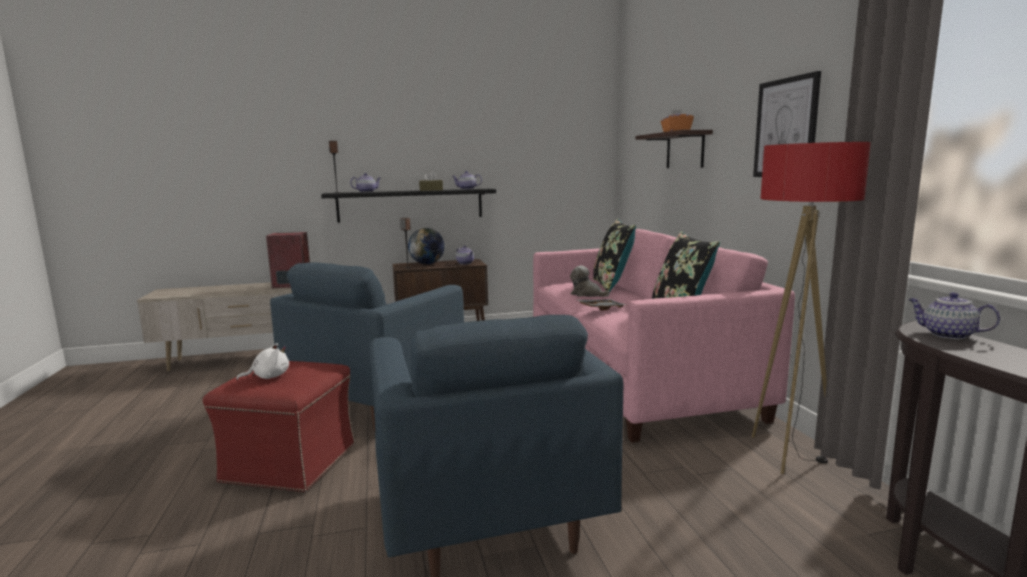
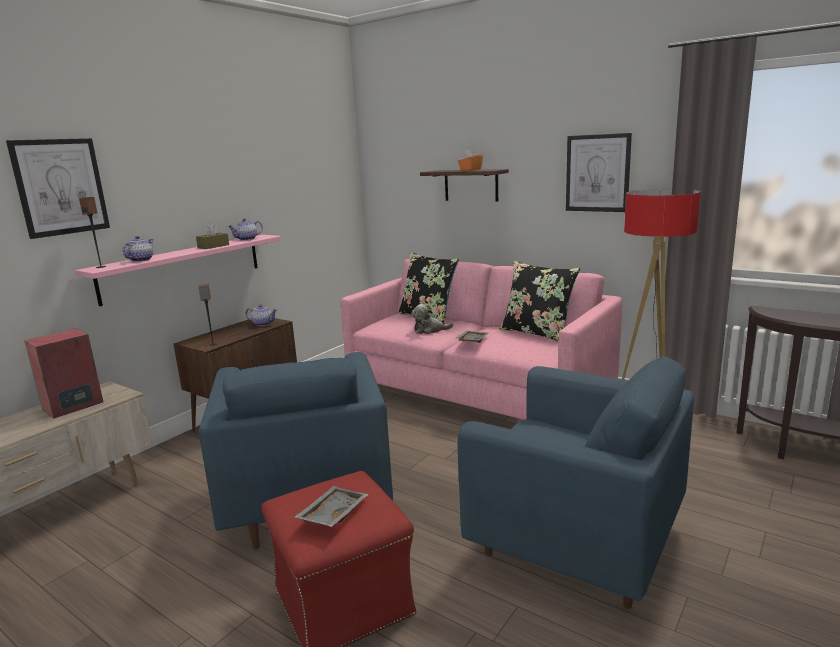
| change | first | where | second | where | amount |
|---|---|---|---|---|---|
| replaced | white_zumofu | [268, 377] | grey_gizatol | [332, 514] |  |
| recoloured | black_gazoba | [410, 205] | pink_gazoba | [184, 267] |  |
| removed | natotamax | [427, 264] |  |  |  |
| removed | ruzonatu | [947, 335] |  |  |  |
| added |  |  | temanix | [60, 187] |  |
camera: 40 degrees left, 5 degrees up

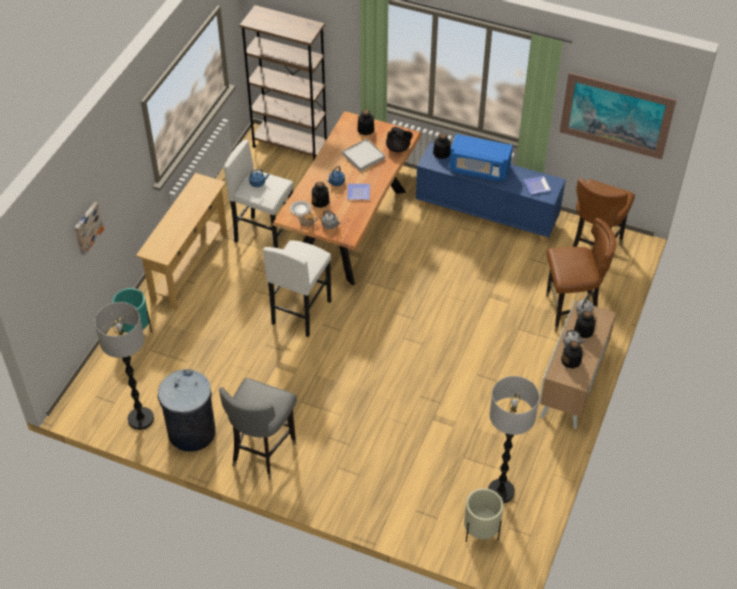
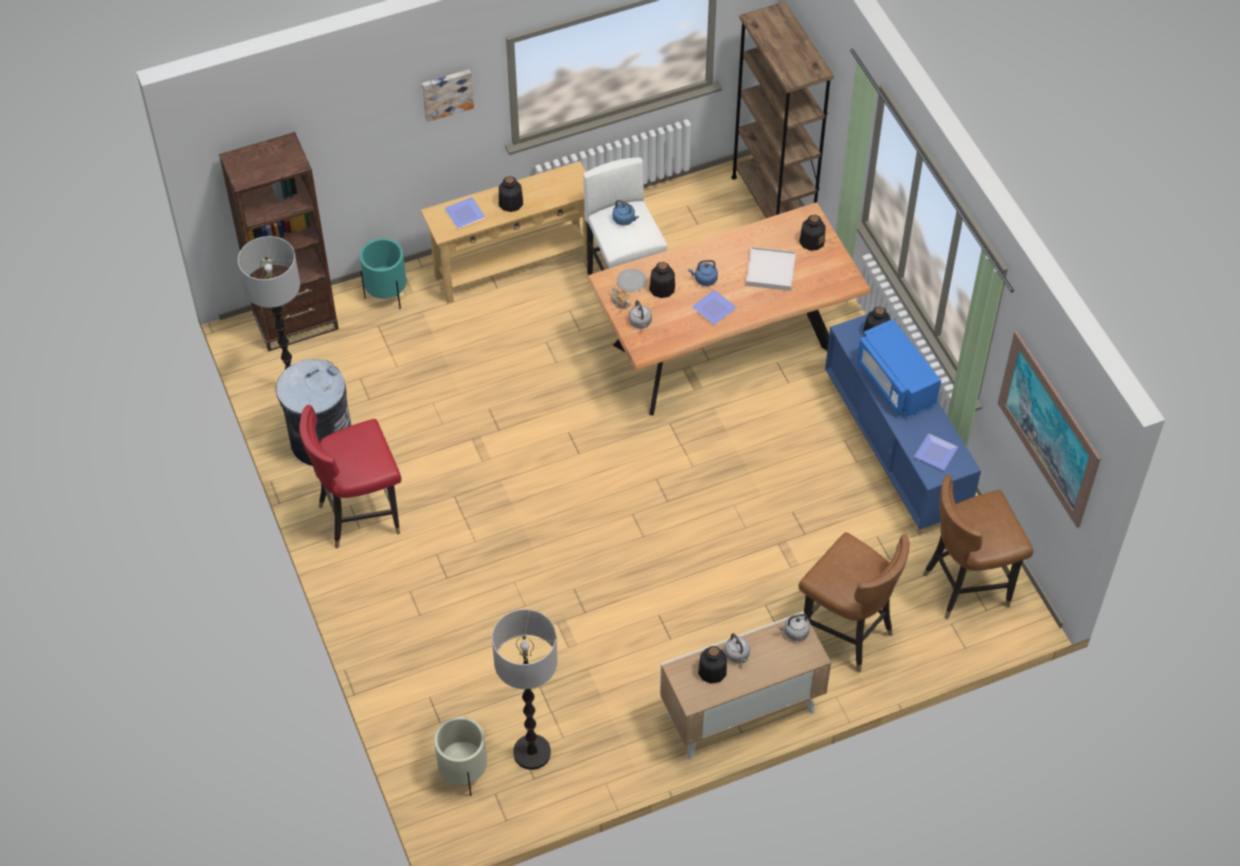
| change | first | where | second | where | amount |
|---|---|---|---|---|---|
| moved | temanix | [87, 227] |  | [447, 93] |  |
| recoloured | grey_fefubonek | [262, 452] | red_fefubonek | [360, 515] |  |
| removed | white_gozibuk | [300, 312] |  |  |  |
| removed | black_ruzonatu | [398, 148] |  |  |  |
| moved | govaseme | [583, 331] |  | [510, 203] |  |
| added |  |  | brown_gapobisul | [296, 322] |  |
| added |  |  | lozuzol | [466, 214] |  |
camera: 45 degrees right, 5 degrees up

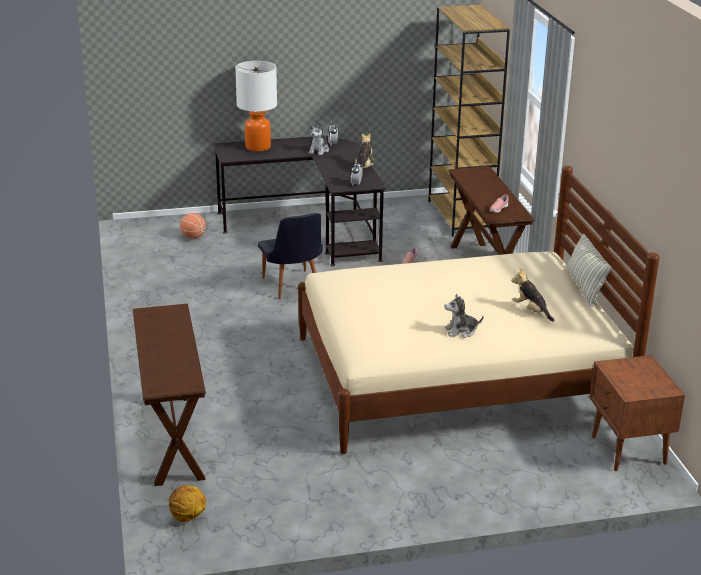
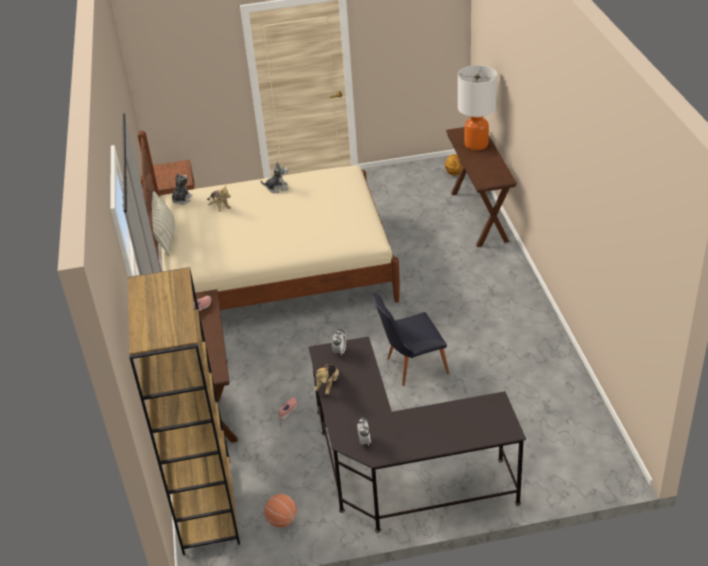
| change | first | where | second | where | amount |
|---|---|---|---|---|---|
| moved | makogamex | [193, 237] |  | [282, 520] |  |
| moved | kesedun | [257, 147] |  | [476, 144] |  |
| turned | black_fefubonek | [292, 288] |  | [410, 366] | 90 degrees counterclockwise |
| moved | zumofu | [319, 150] |  | [181, 200] |  |
camera: 175 degrees left, 10 degrees up

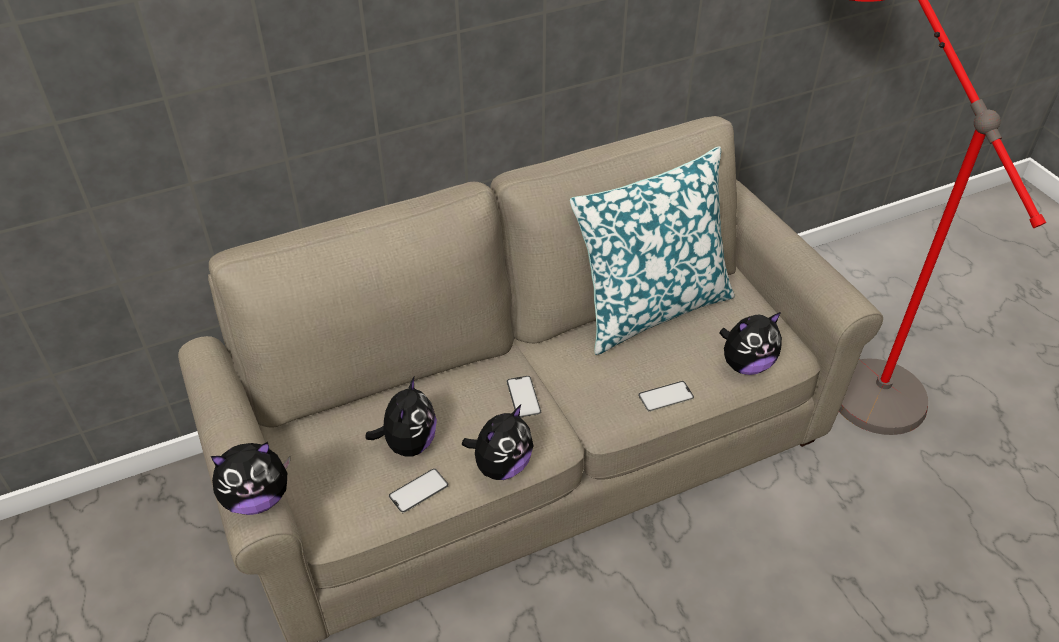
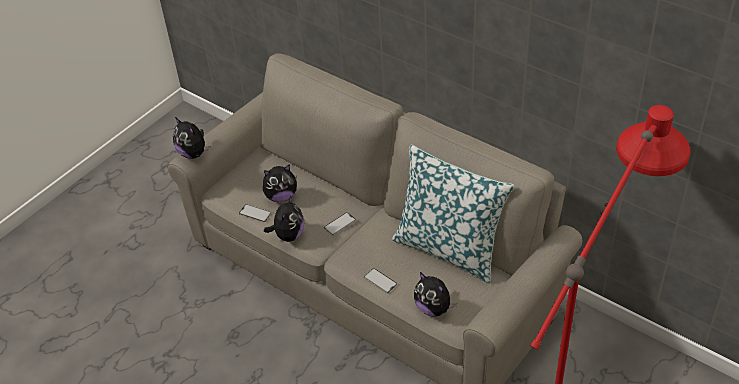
| change | first | where | second | where | amount |
|---|---|---|---|---|---|
| turned | zumofu | [501, 466] |  | [288, 235] | 90 degrees counterclockwise |
camera: 65 degrees right, 0 degrees up

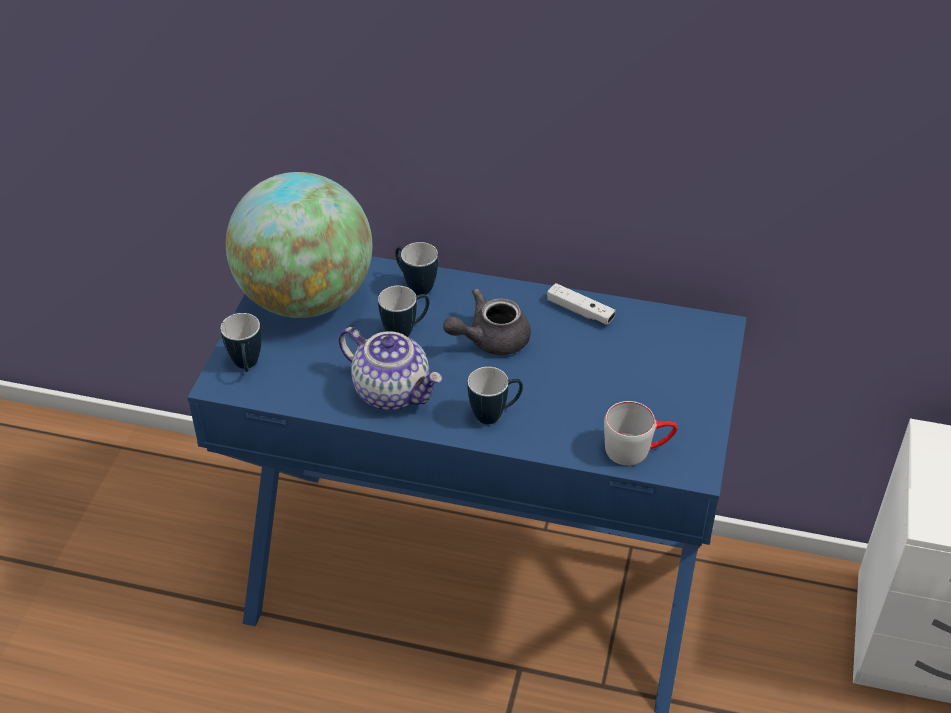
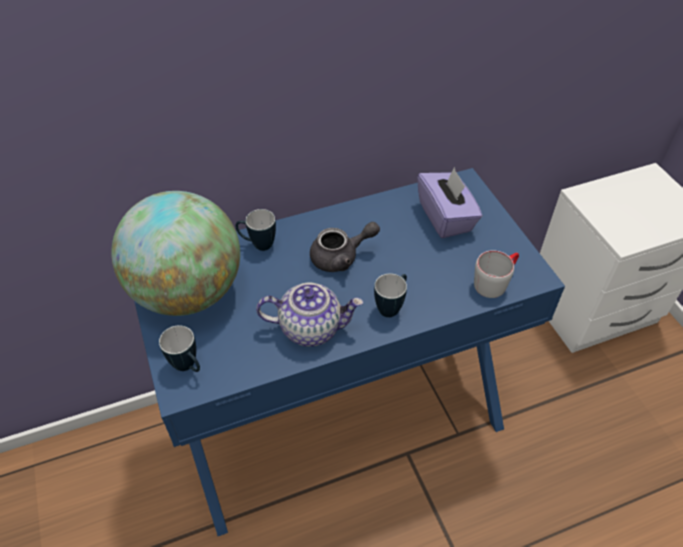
| change | first | where | second | where | amount |
|---|---|---|---|---|---|
| removed | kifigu | [406, 331] |  |  |  |
| turned | grey_ruzonatu | [490, 340] |  | [341, 257] | 135 degrees counterclockwise |
| removed | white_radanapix | [580, 311] |  |  |  |
| added |  |  | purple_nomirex | [446, 217] |  |
camera: 35 degrees left, 5 degrees up

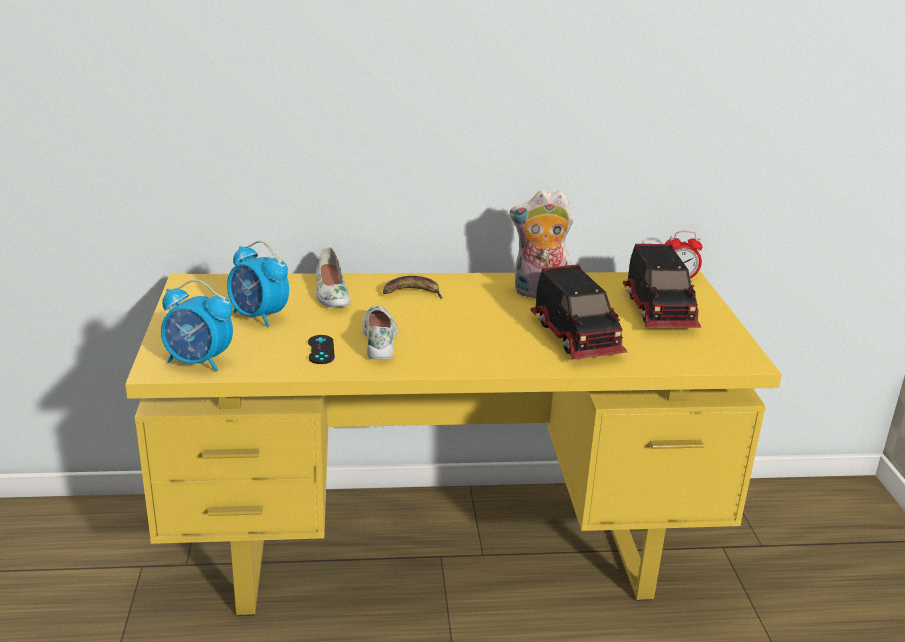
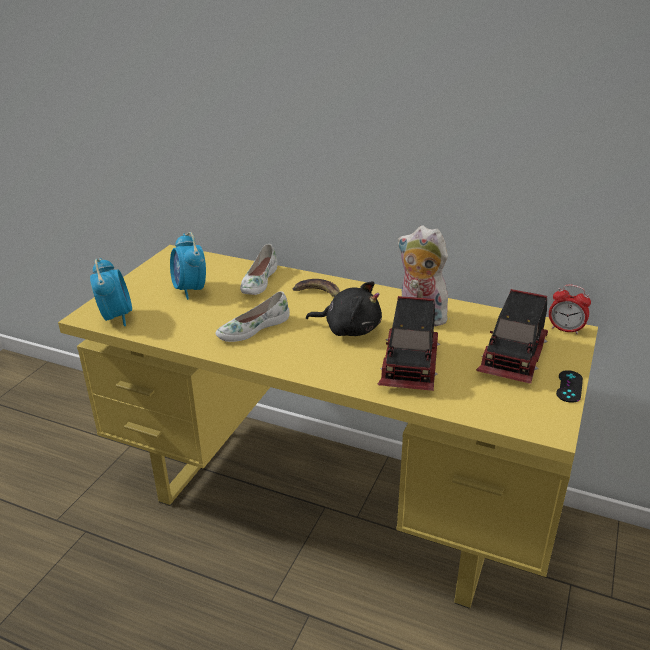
| change | first | where | second | where | amount |
|---|---|---|---|---|---|
| turned | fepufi | [199, 362] |  | [116, 317] | 150 degrees counterclockwise |
| moved | black_radanapix | [321, 350] |  | [569, 386] |  |
| turned | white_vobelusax | [380, 339] |  | [253, 328] | 150 degrees counterclockwise |
| added |  |  | black_zumofu | [349, 329] |  |
camera: 30 degrees right, 5 degrees up

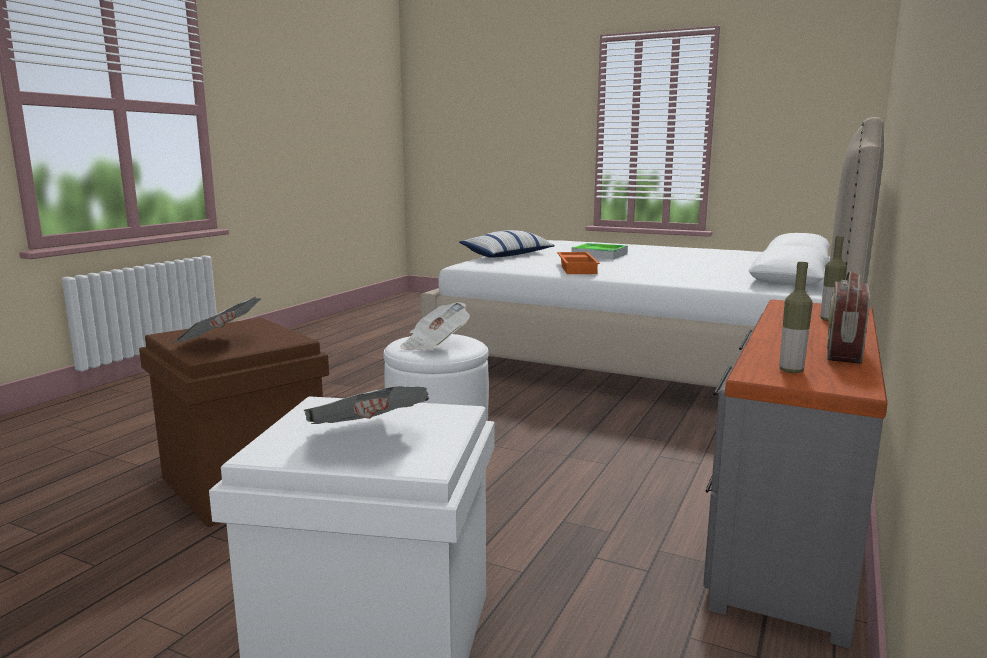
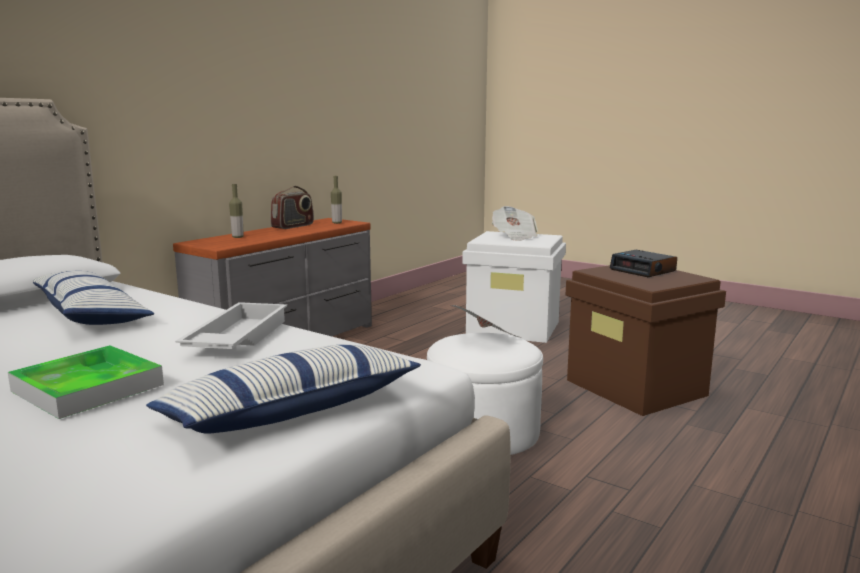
| change | first | where | second | where | amount |
|---|---|---|---|---|---|
| replaced | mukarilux | [219, 343] | fepufi | [643, 270] |  |
| recoloured | orange_gizatol | [578, 268] | white_gizatol | [236, 338] |  |
| added |  |  | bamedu | [90, 315] |  |
camera: 170 degrees left, 0 degrees up

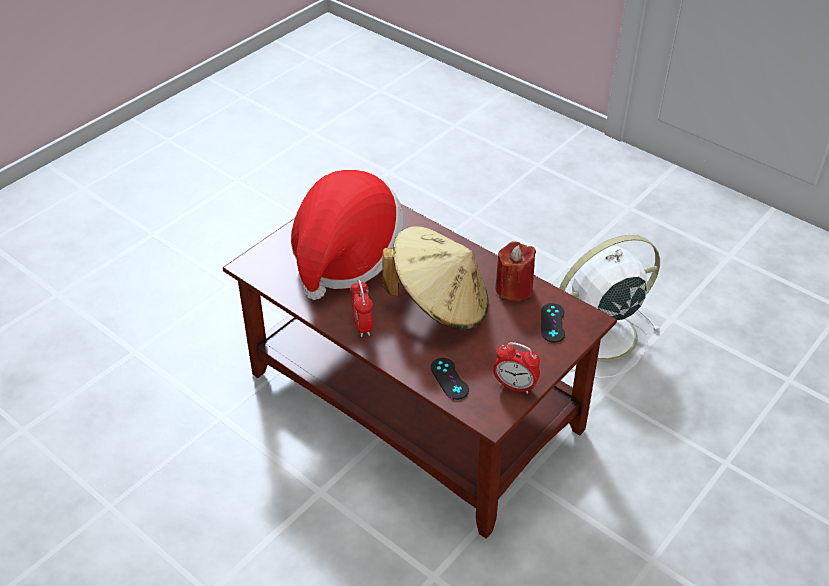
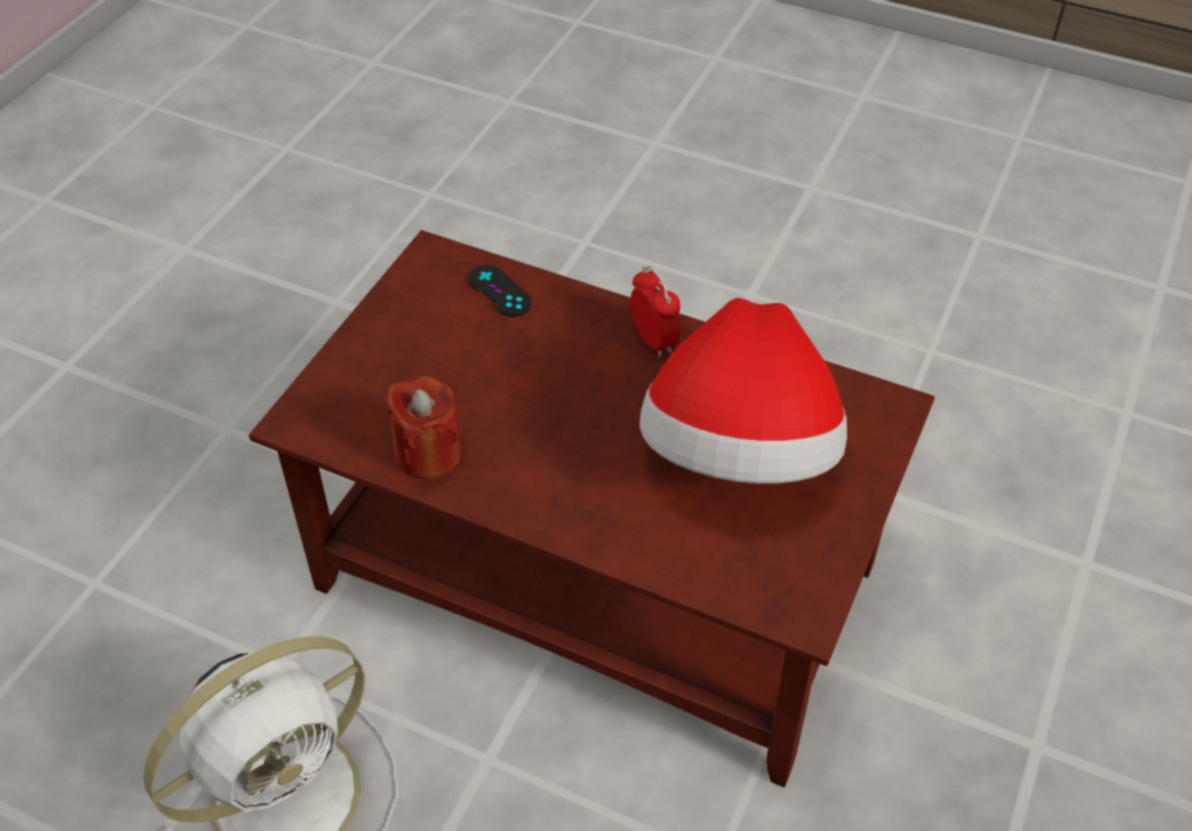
| change | first | where | second | where | amount |
|---|---|---|---|---|---|
| removed | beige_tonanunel | [439, 304] |  |  |  |
| removed | fepufi | [515, 386] |  |  |  |
| removed | black_radanapix | [552, 323] |  |  |  |
camera: 165 degrees right, 5 degrees up

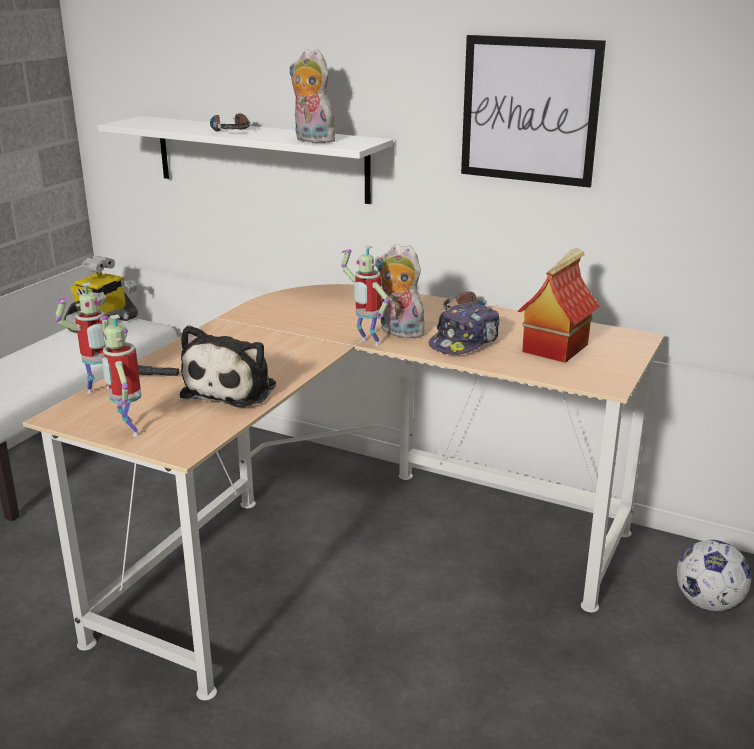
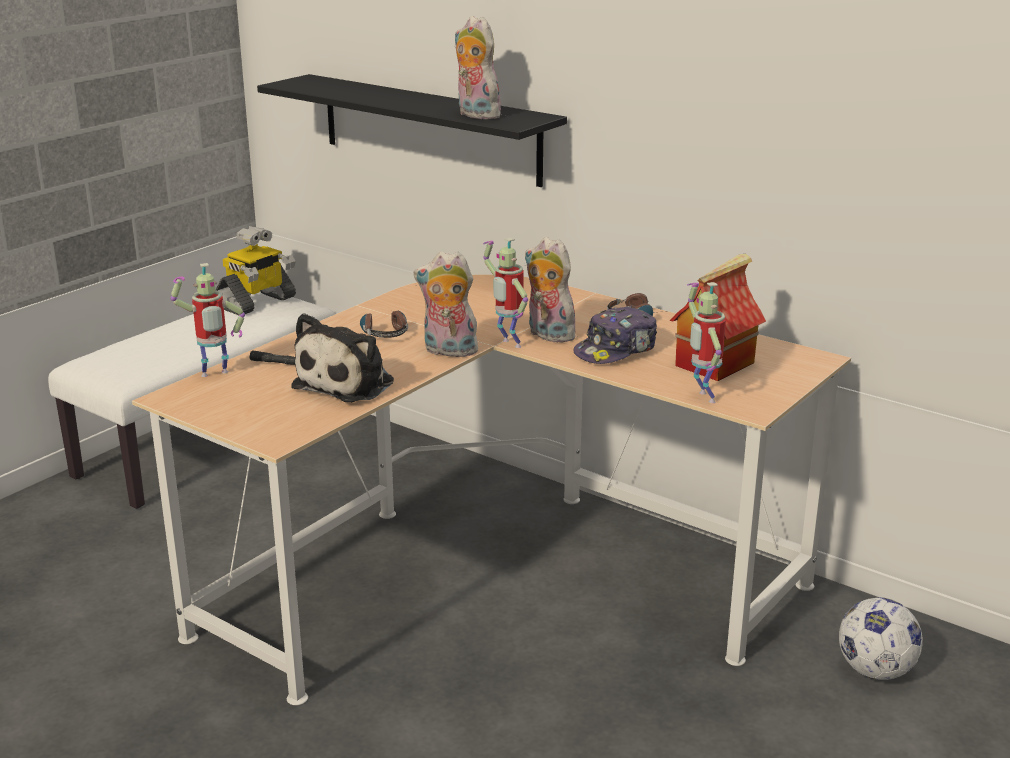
| change | first | where | second | where | amount |
|---|---|---|---|---|---|
| moved | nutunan | [128, 431] |  | [702, 397] |  |
| recoloured | white_gazoba | [260, 158] | black_gazoba | [429, 129] |  |
| moved | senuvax | [229, 130] |  | [384, 331] |  |
| removed | temanix | [529, 110] |  |  |  |
| added |  |  | zumofu | [448, 351] |  |
camera: 10 degrees right, 0 degrees up

